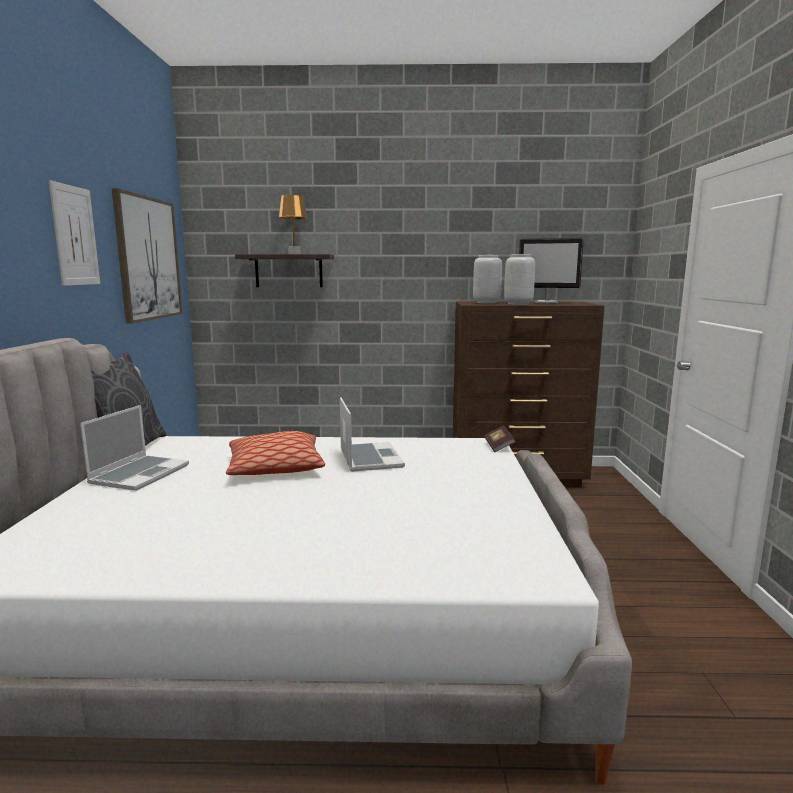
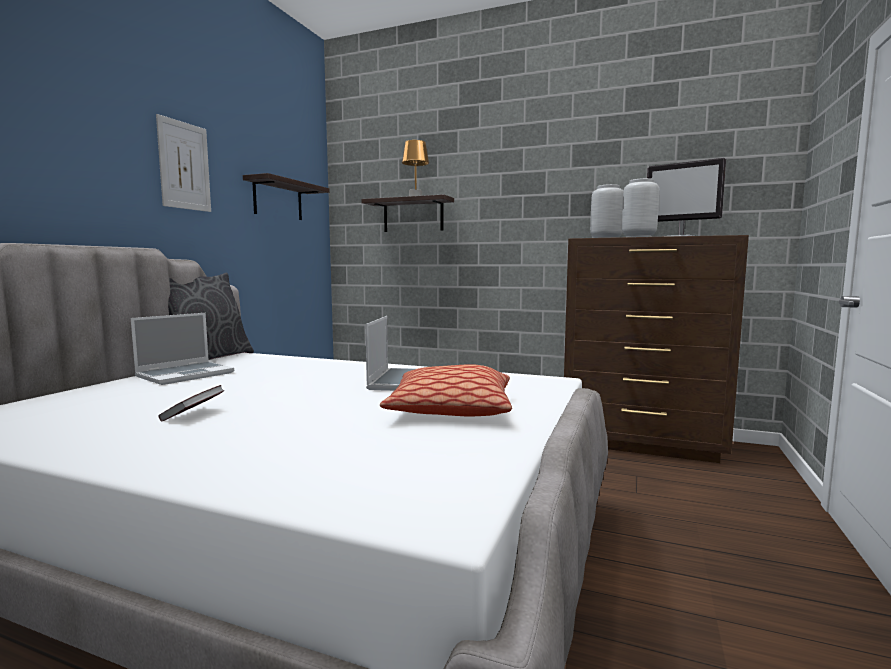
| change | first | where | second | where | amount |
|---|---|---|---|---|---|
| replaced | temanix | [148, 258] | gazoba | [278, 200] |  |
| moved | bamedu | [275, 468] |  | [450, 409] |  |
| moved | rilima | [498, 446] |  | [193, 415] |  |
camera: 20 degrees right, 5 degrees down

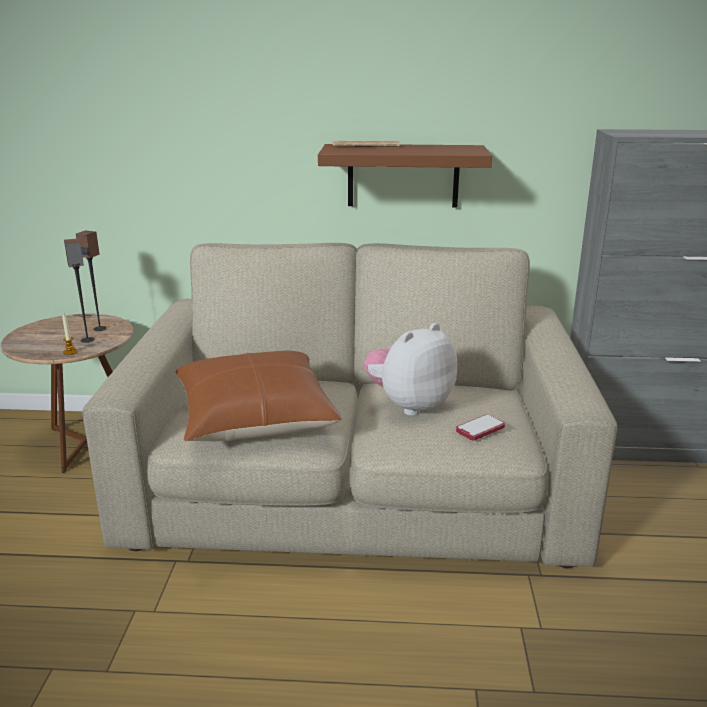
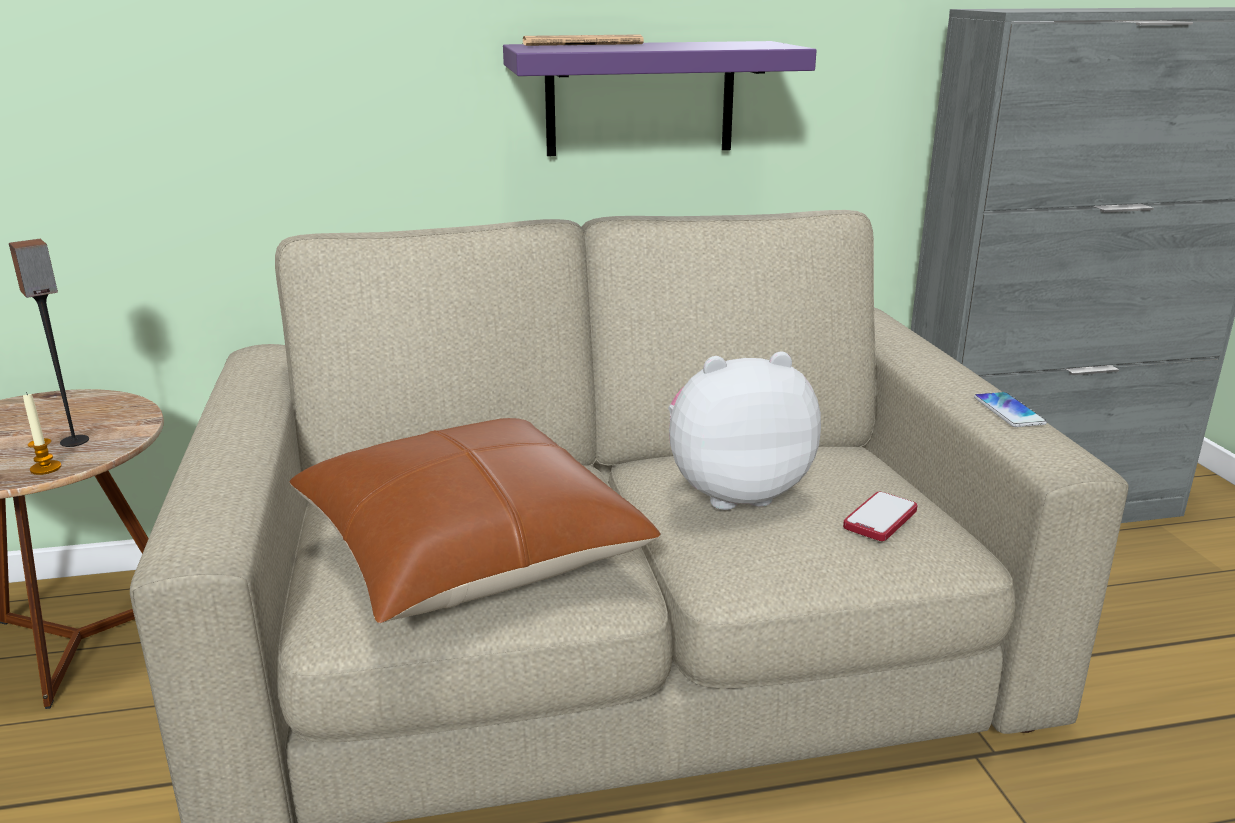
| change | first | where | second | where | amount |
|---|---|---|---|---|---|
| removed | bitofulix | [100, 328] |  |  |  |
| recoloured | brown_gazoba | [403, 175] | purple_gazoba | [640, 98] |  |
| turned | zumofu | [409, 405] |  | [734, 492] | 45 degrees clockwise |
| added |  |  | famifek | [1009, 411] |  |
camera: 15 degrees left, 0 degrees up

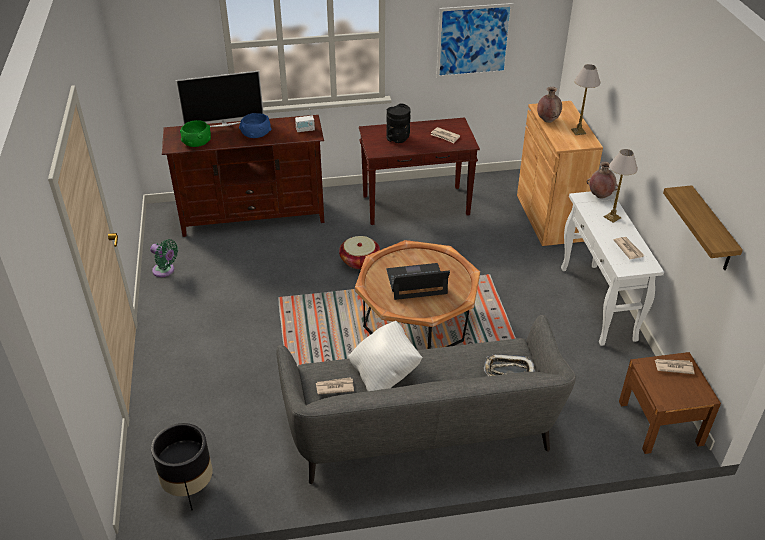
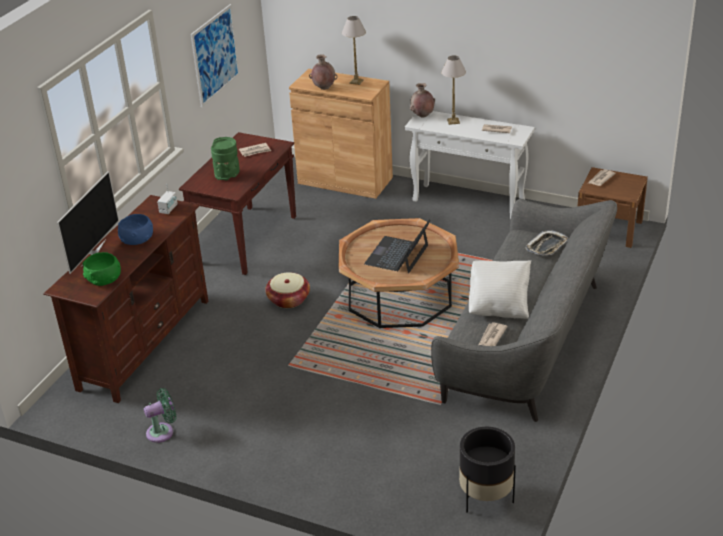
| change | first | where | second | where | amount |
|---|---|---|---|---|---|
| recoloured | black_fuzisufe | [398, 139] | green_fuzisufe | [227, 175] |  |
| removed | gazoba | [711, 230] |  |  |  |
camera: 55 degrees left, 5 degrees down

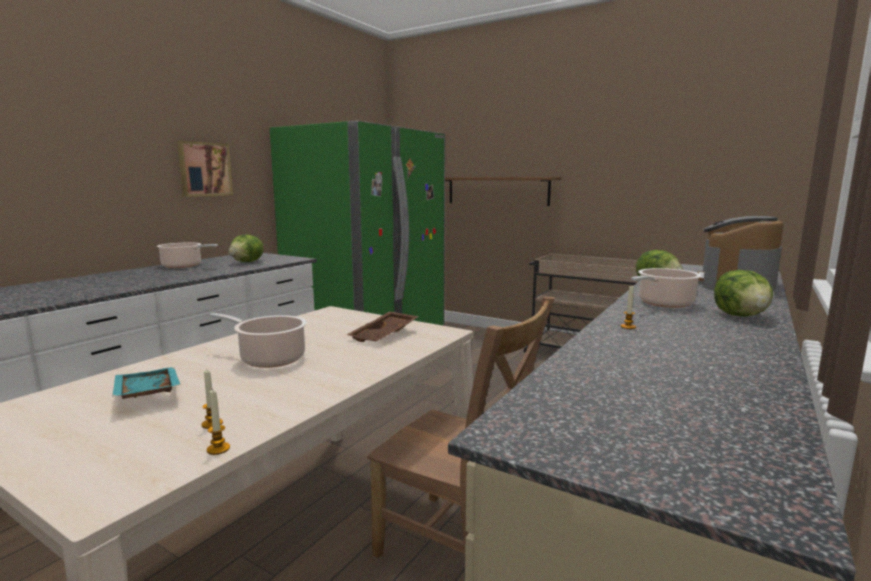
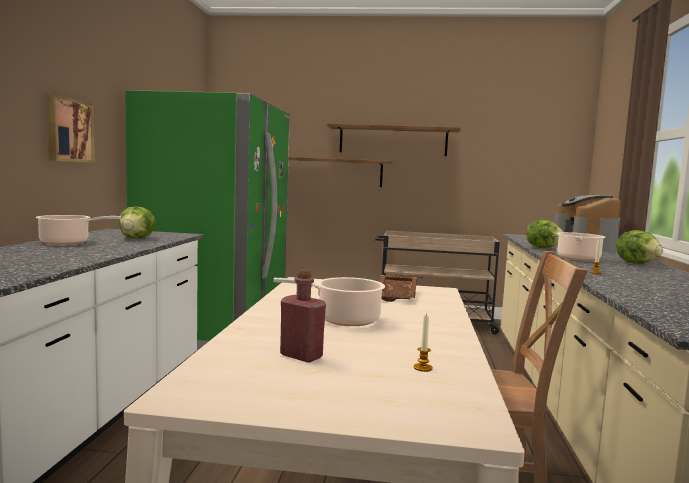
| change | first | where | second | where | amount |
|---|---|---|---|---|---|
| replaced | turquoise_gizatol | [145, 394] | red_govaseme | [301, 356] |  |
| removed | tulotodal | [218, 449] |  |  |  |
| added |  |  | brown_gazoba | [393, 141] |  |
camera: 25 degrees left, 5 degrees down

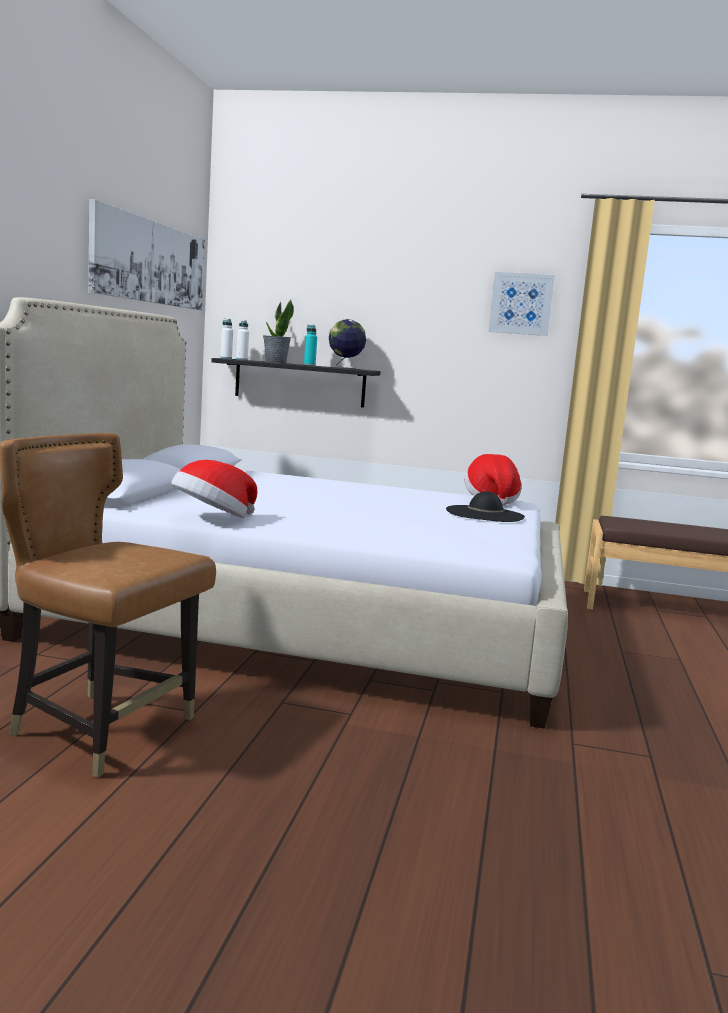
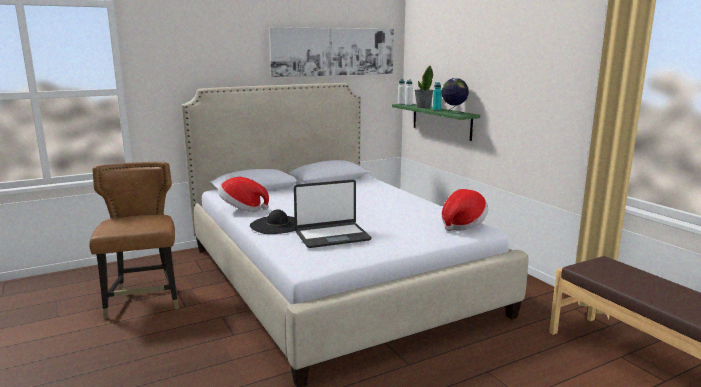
| change | first | where | second | where | amount |
|---|---|---|---|---|---|
| recoloured | black_gazoba | [299, 383] | green_gazoba | [441, 121] |  |
| moved | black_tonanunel | [484, 514] |  | [277, 225] |  |
| removed | temanix | [521, 304] |  |  |  |
| added |  |  | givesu | [332, 236] |  |
camera: 50 degrees right, 5 degrees up

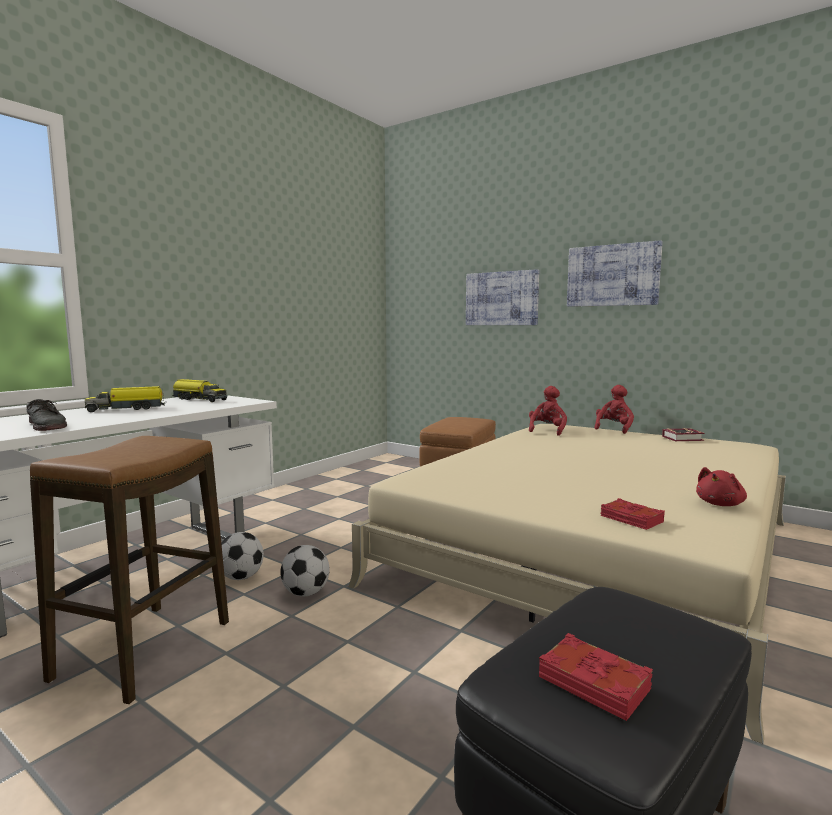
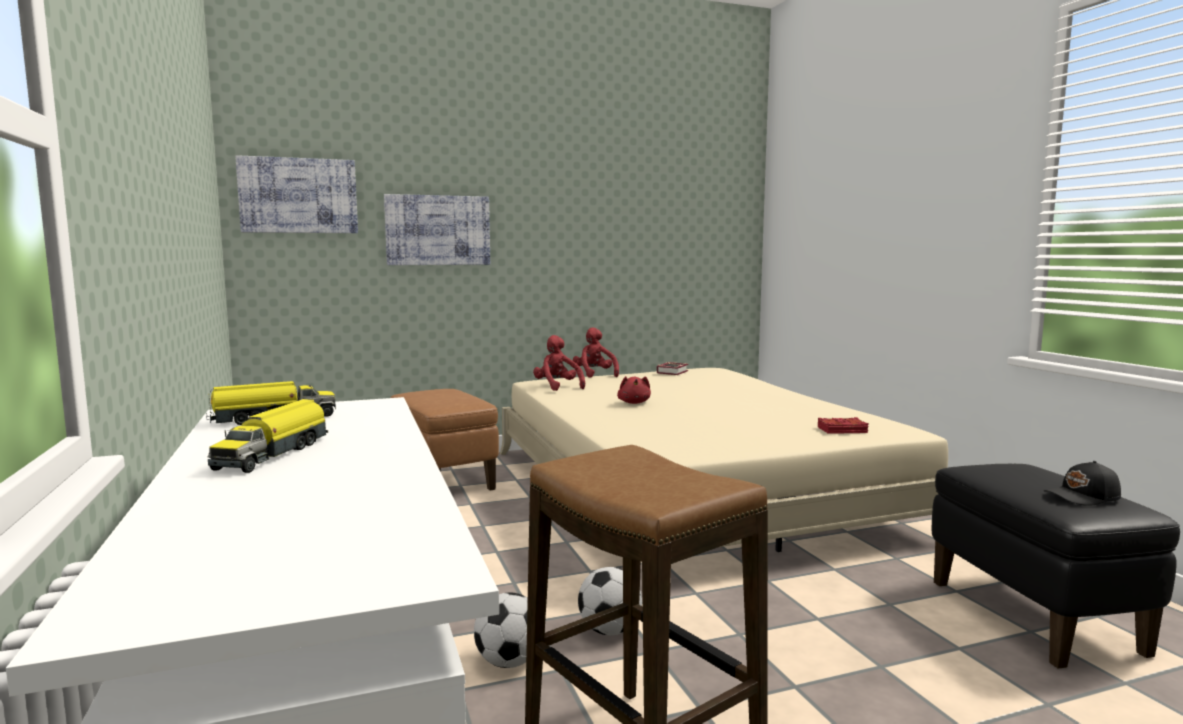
| change | first | where | second | where | amount |
|---|---|---|---|---|---|
| removed | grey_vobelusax | [47, 426] |  |  |  |
| replaced | red_rilima | [594, 682] | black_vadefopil | [1083, 497] |  |
| moved | temanix | [612, 275] |  | [298, 195] |  |
| moved | red_zumofu | [720, 504] |  | [634, 403] |  |
camera: 55 degrees left, 0 degrees up

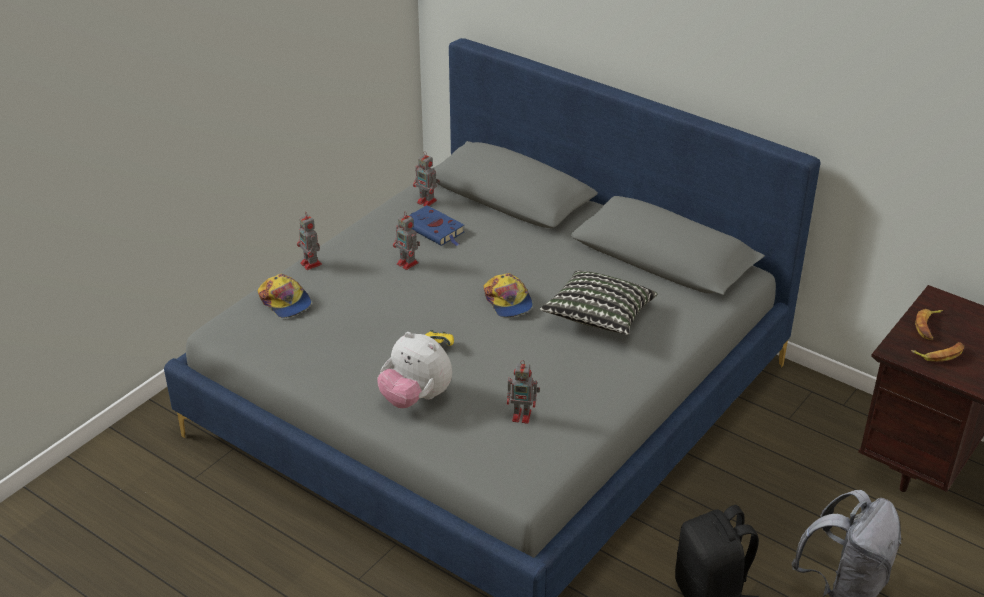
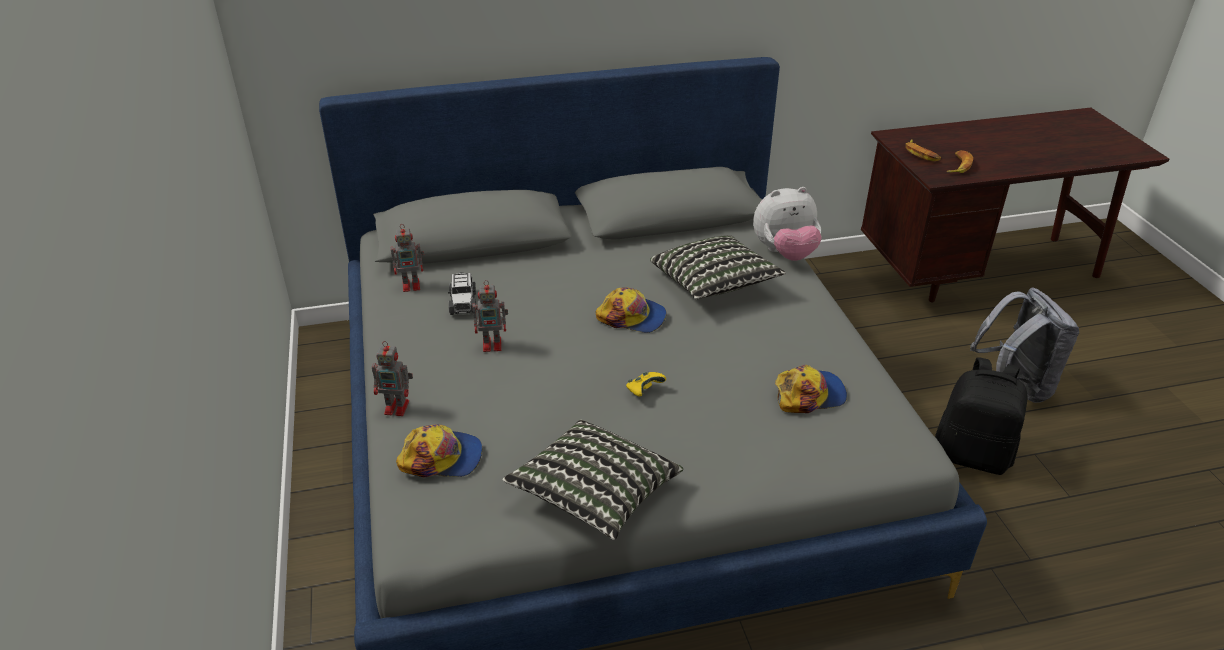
| change | first | where | second | where | amount |
|---|---|---|---|---|---|
| moved | zumofu | [415, 398] |  | [784, 253] |  |
| replaced | blue_rilima | [435, 230] | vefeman | [463, 303] |  |
| replaced | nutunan | [523, 416] | vadefopil | [809, 394] |  |
| added |  |  | bamedu | [594, 495] |  |
camera: 50 degrees left, 0 degrees up

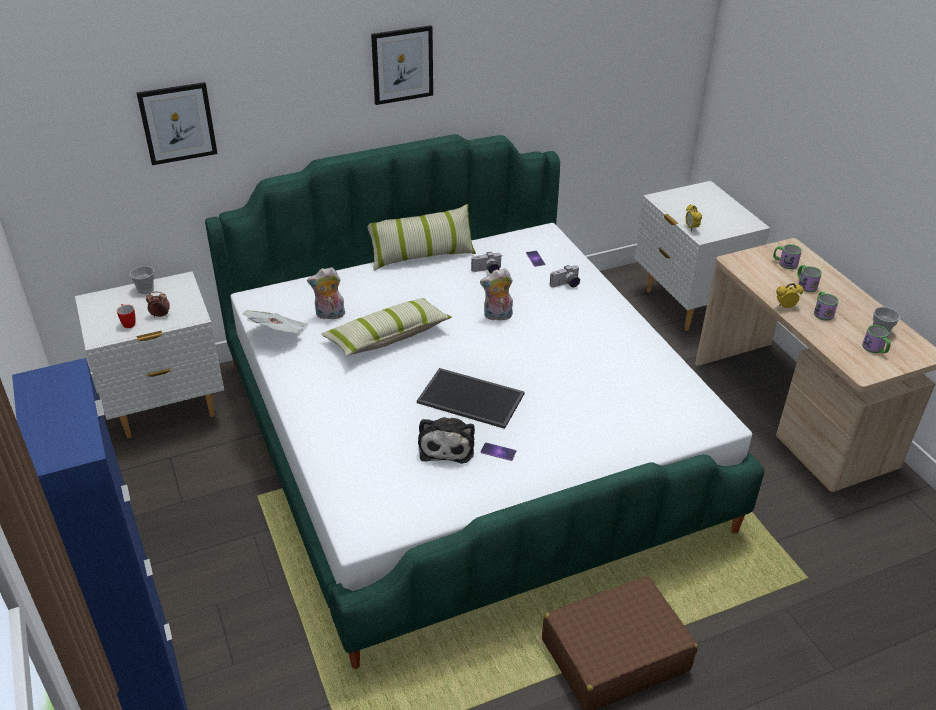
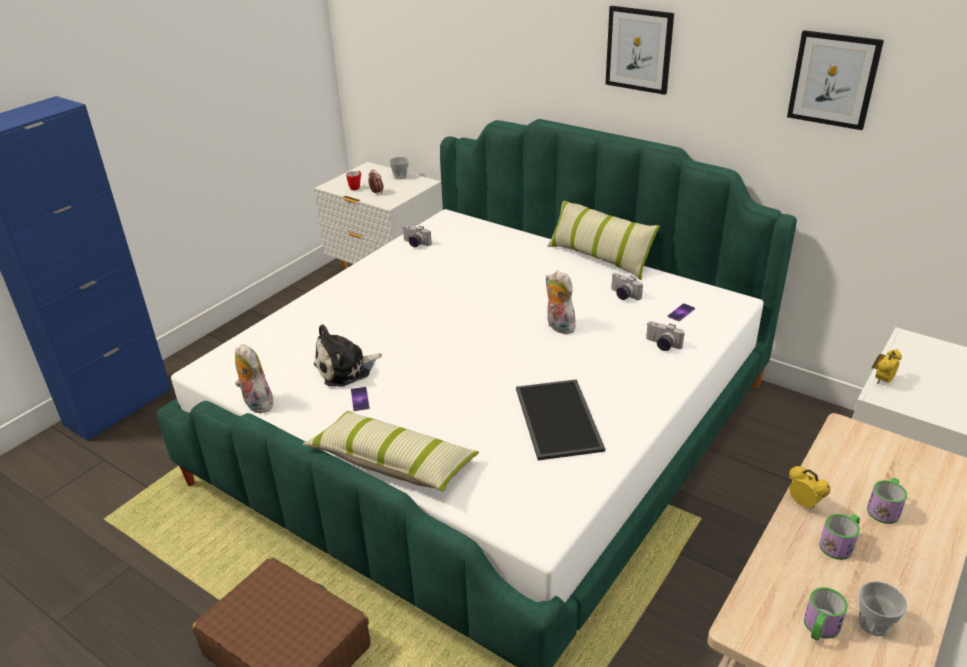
| change | first | where | second | where | amount |
|---|---|---|---|---|---|
| moved | temanix | [177, 123] |  | [833, 79] |  |
| replaced | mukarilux | [278, 334] | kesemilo | [415, 244] |  |
| moved | zumofu | [329, 315] |  | [256, 404] |  |
| moved | bamedu | [387, 337] |  | [393, 462] |  |
| moved | gizatol | [472, 397] |  | [560, 419] |  |
| removed | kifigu | [784, 263] |  |  |  |
camera: 60 degrees right, 5 degrees down

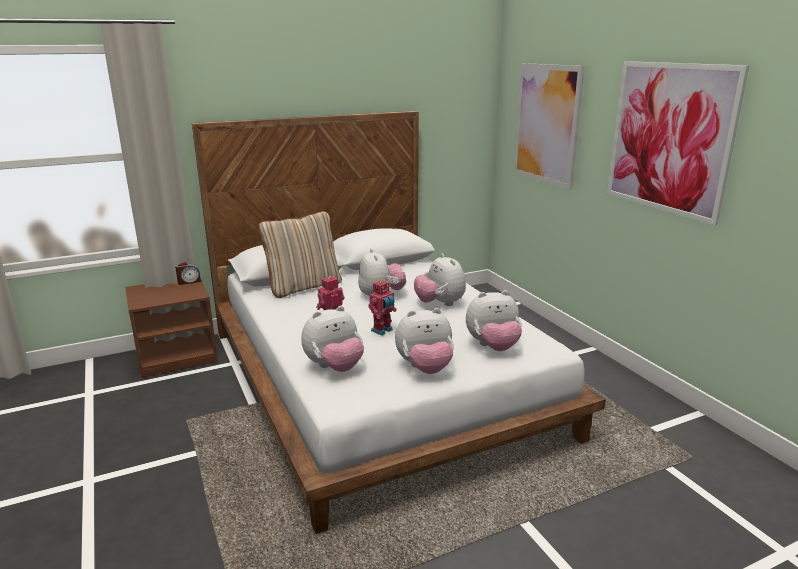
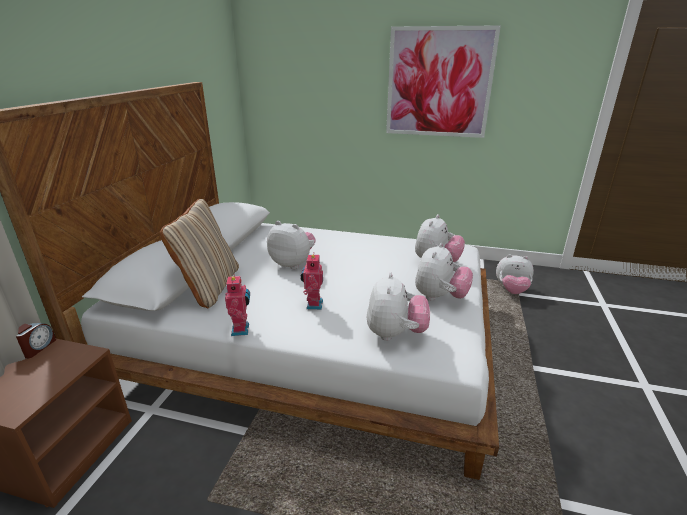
| change | first | where | second | where | amount |
|---|---|---|---|---|---|
| moved | nutunan | [383, 331] |  | [242, 329] |  |
| moved | zumofu | [440, 304] |  | [511, 290] |  |
| removed | temanix | [547, 124] |  |  |  |
camera: 50 degrees left, 5 degrees up

